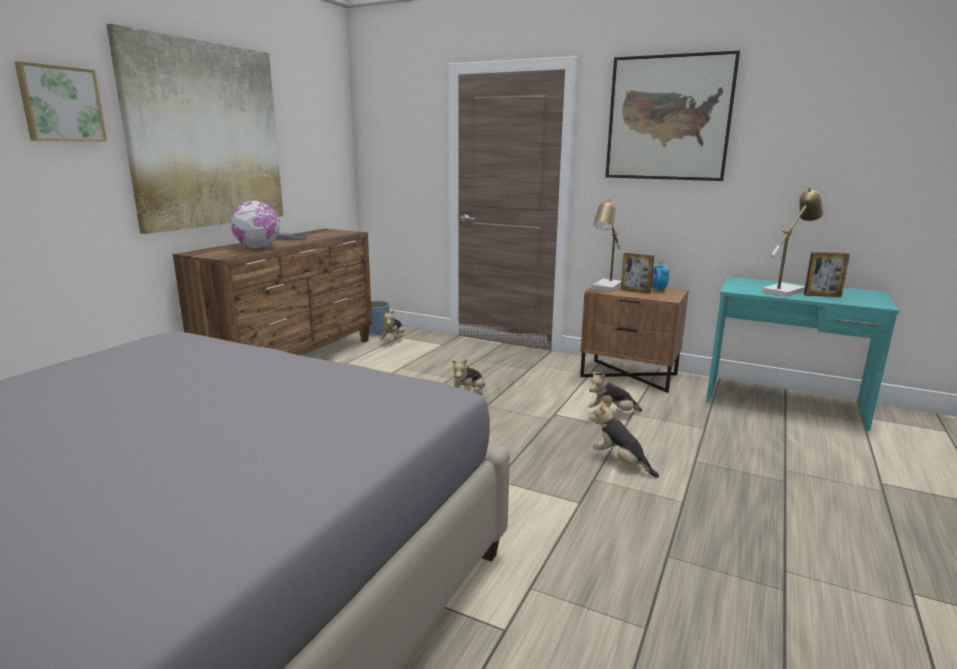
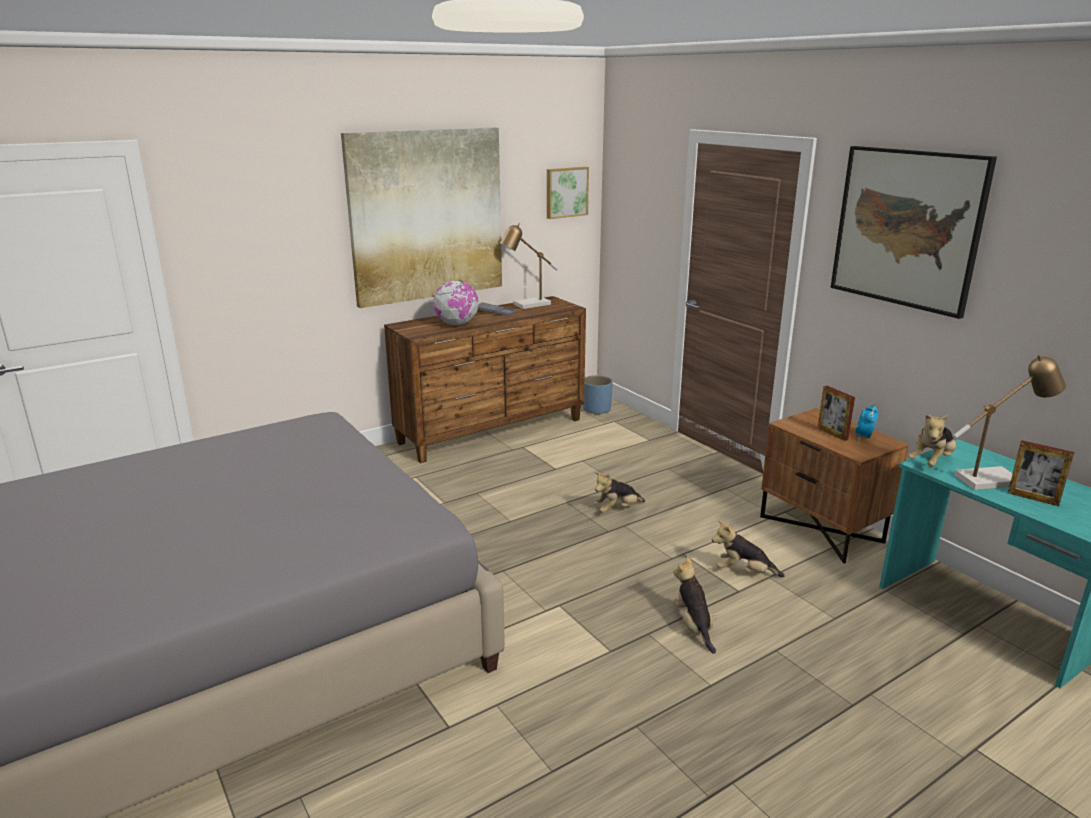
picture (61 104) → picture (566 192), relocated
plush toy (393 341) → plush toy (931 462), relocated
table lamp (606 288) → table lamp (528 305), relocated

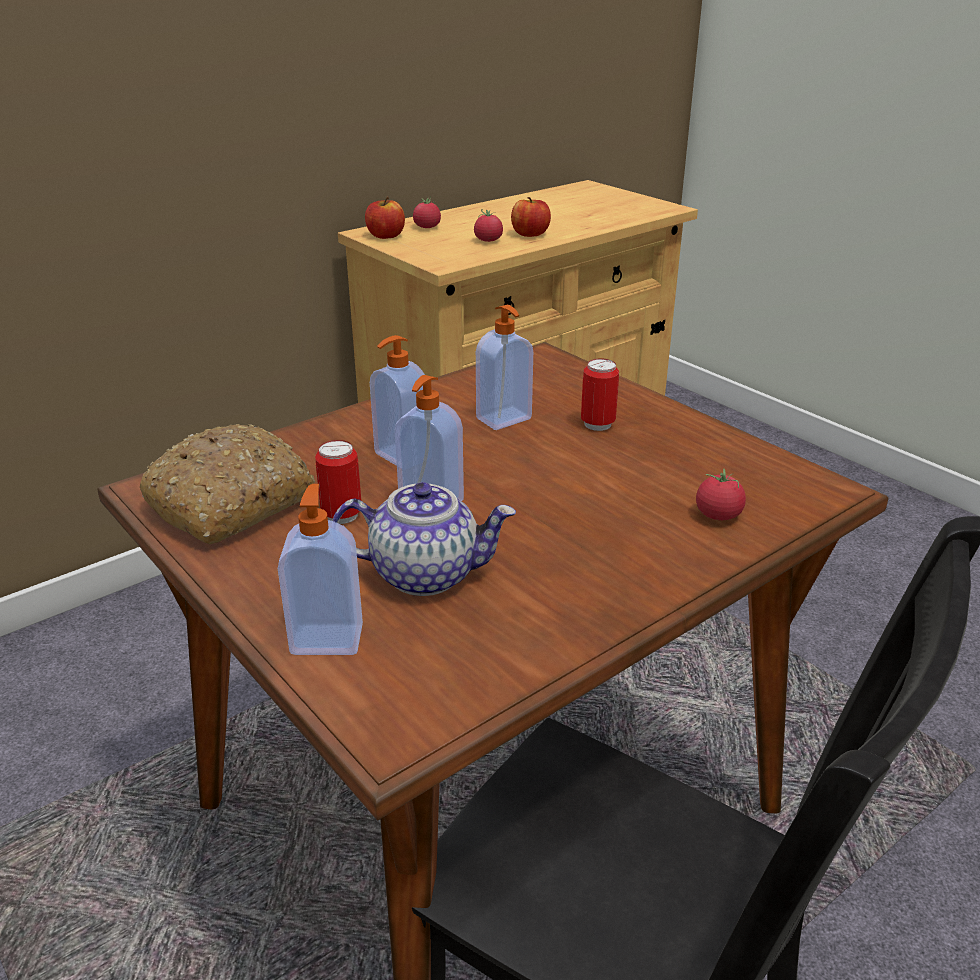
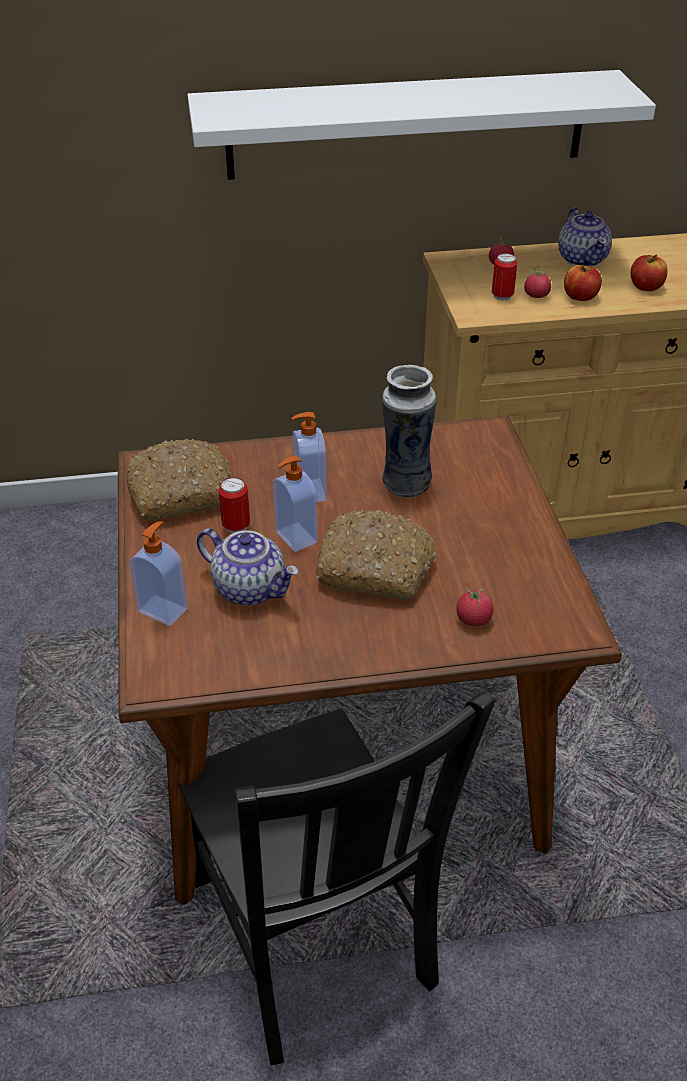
- → shelf/white (407 125)
- → bread (376 568)
- → teapot (582 259)
apple (385 236) → apple (645 287), relocated
can (597 424) → can (502 296), relocated
soap dispenser (505 419) → vase (405 483)

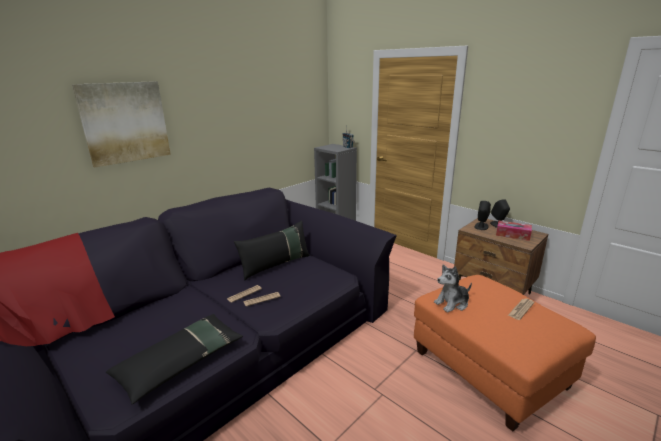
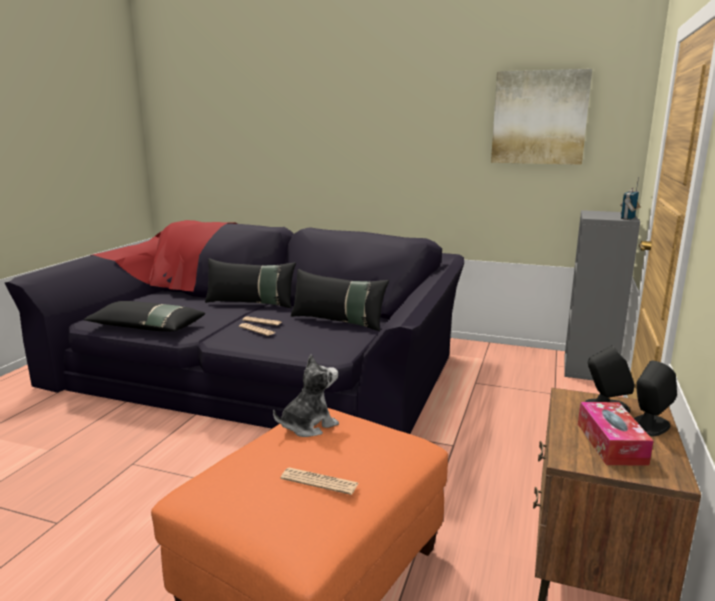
- → pillow/black (251 303)
picture (125 122) → picture (539 117), relocated
plush toy (452 303) → plush toy (308 426), 105 degrees clockwise

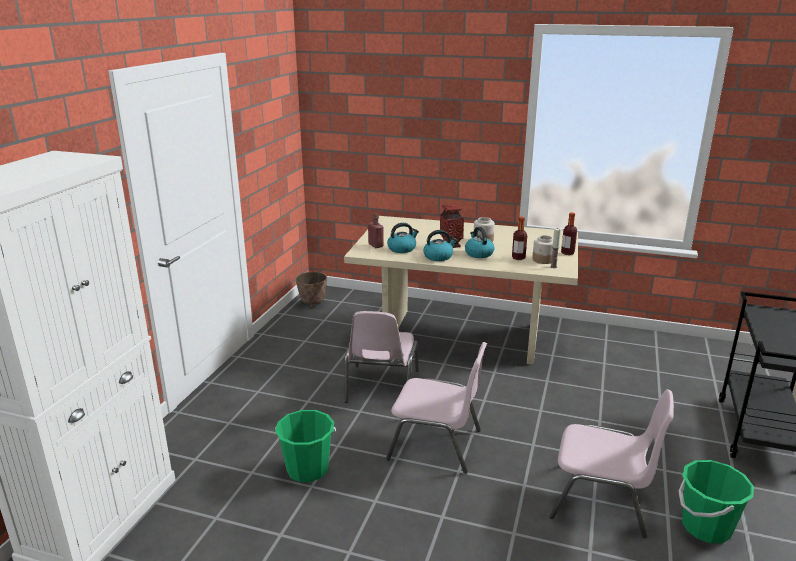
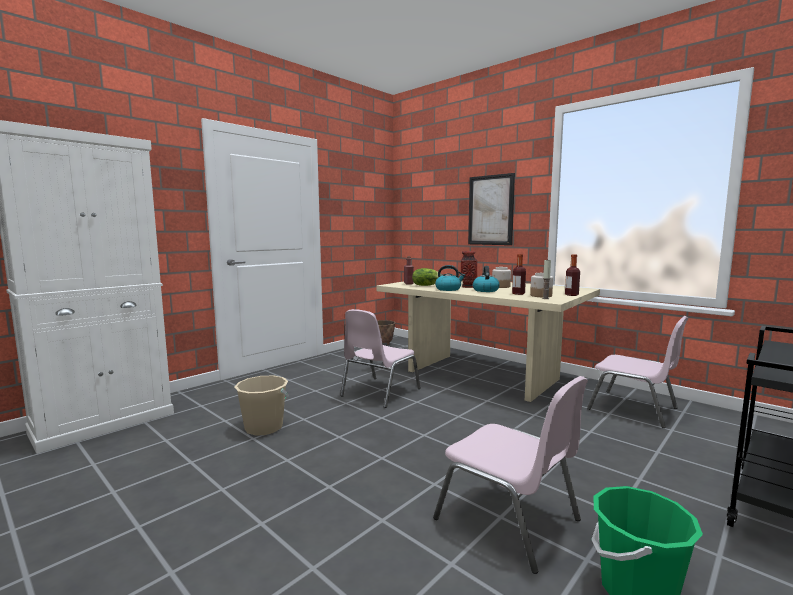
- → picture (490 210)
chair/pink (436 444) → chair/pink (634 409), relocated
kettle (402 249) → lettuce (426 285)
bucket/green (308 469) → bucket/beige (264 427)

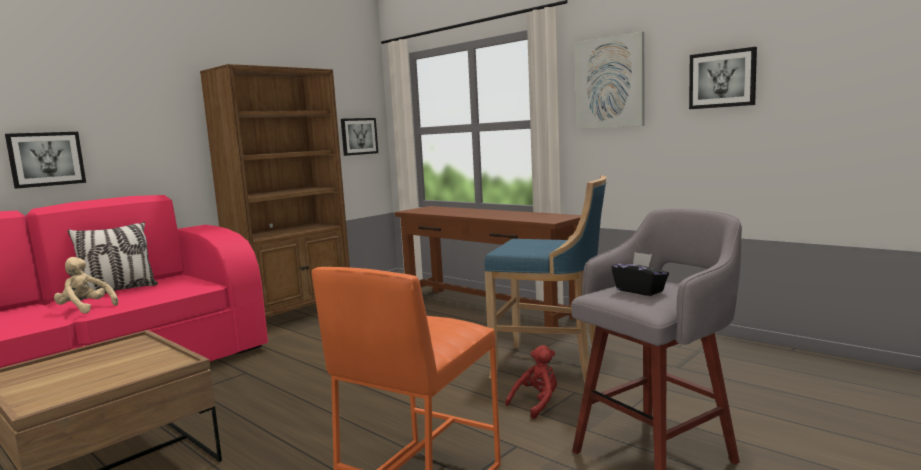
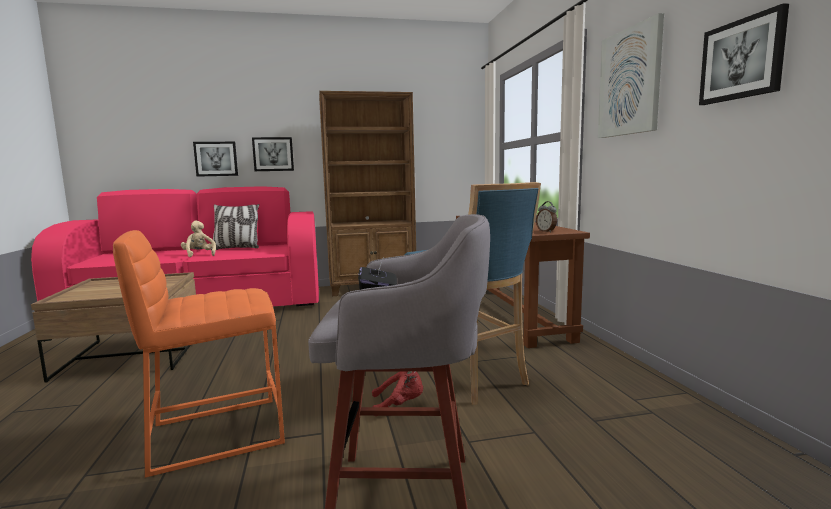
- → alarm clock (546 231)
picture (359 136) → picture (273 154), relocated

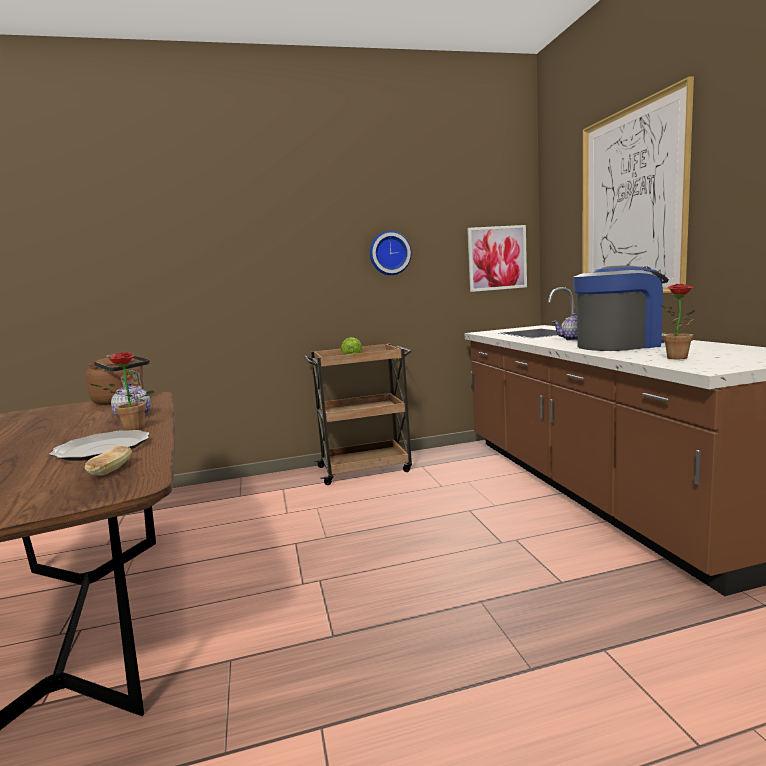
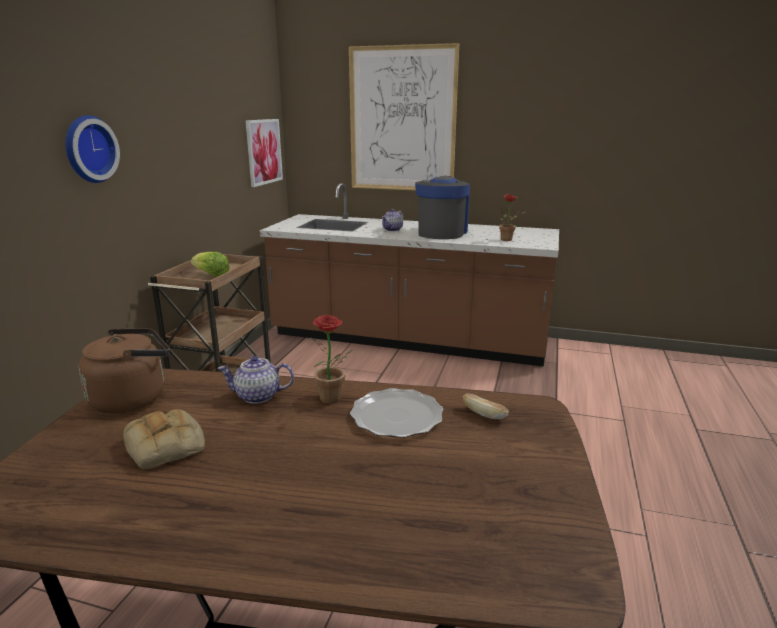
- → bread (166 446)
wall clock (389 253) → wall clock (88 149), relocated

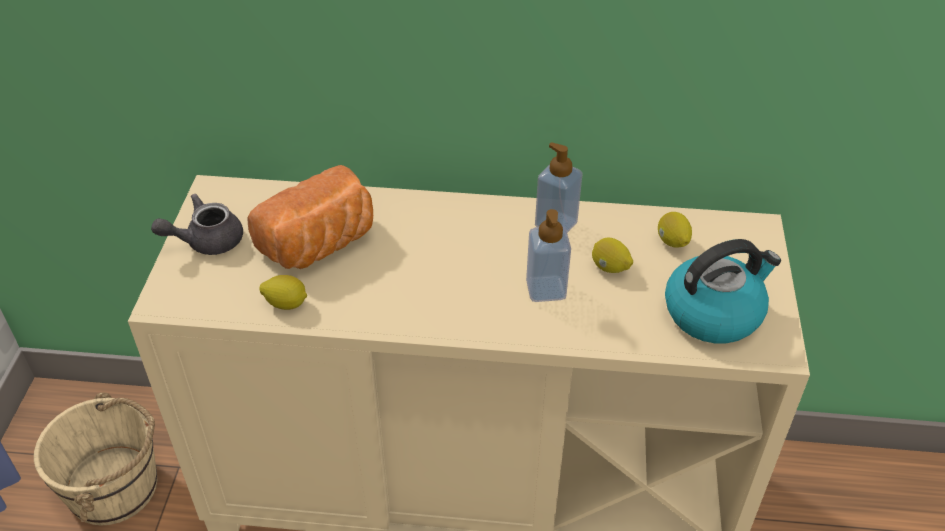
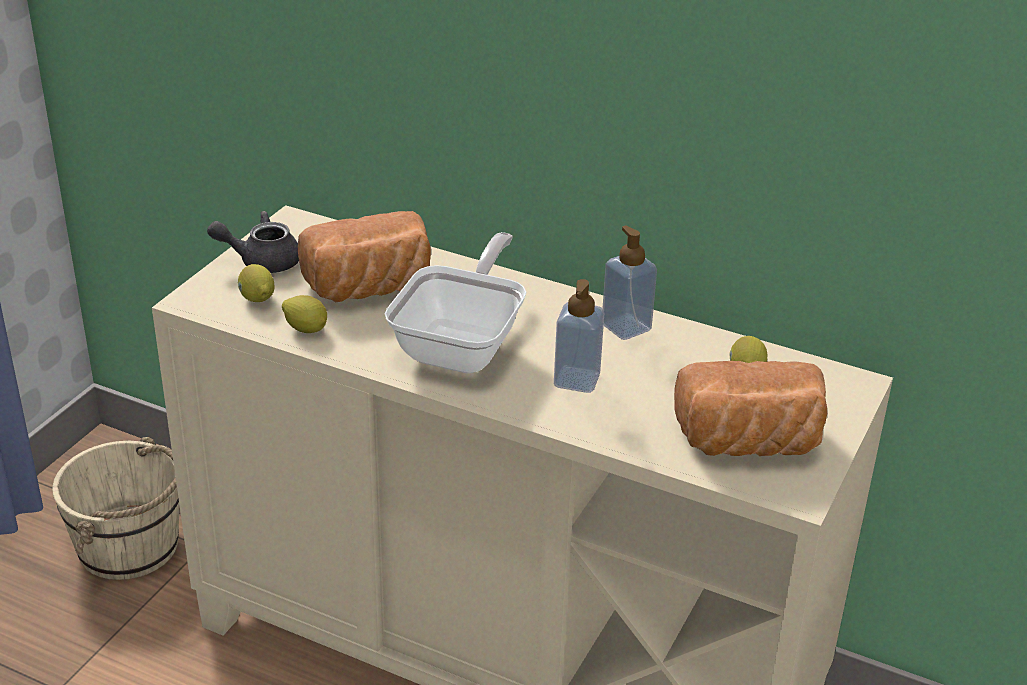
- → frying pan (463 345)
lemon (609 268) → lemon (257 299), relocated
kettle (714 312) → bread (748 444)

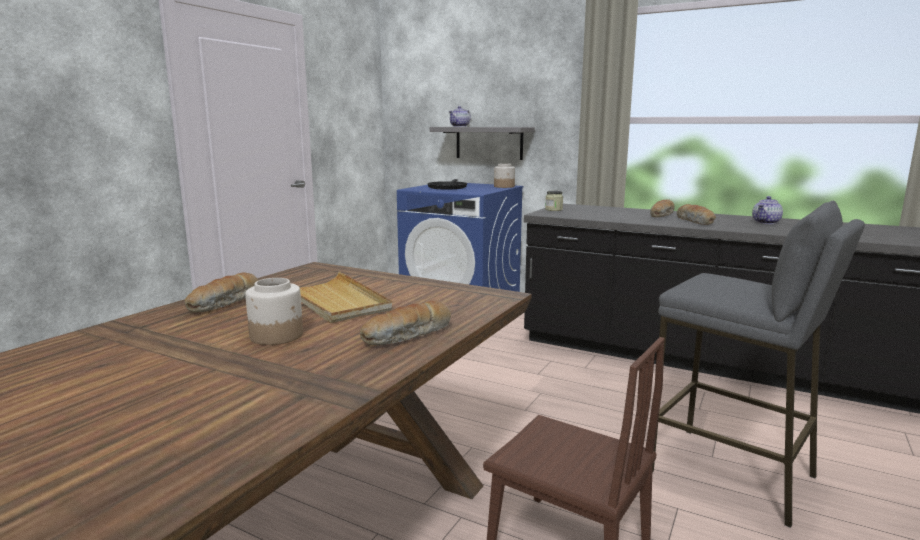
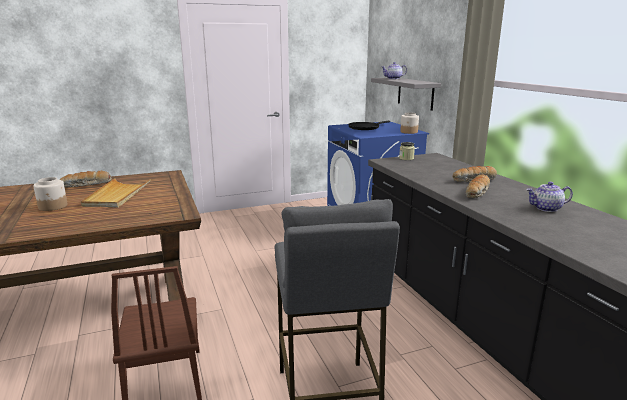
bread (409 336) → -

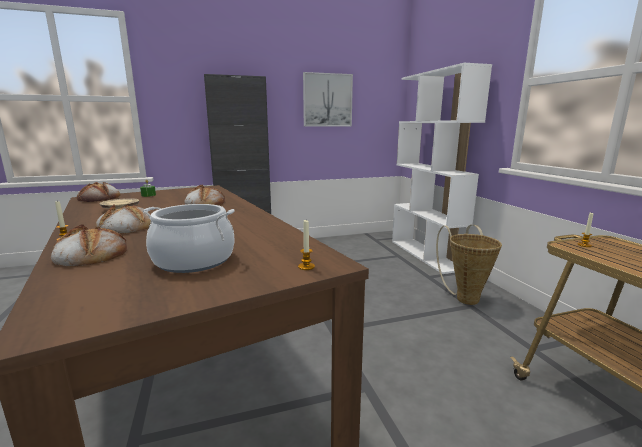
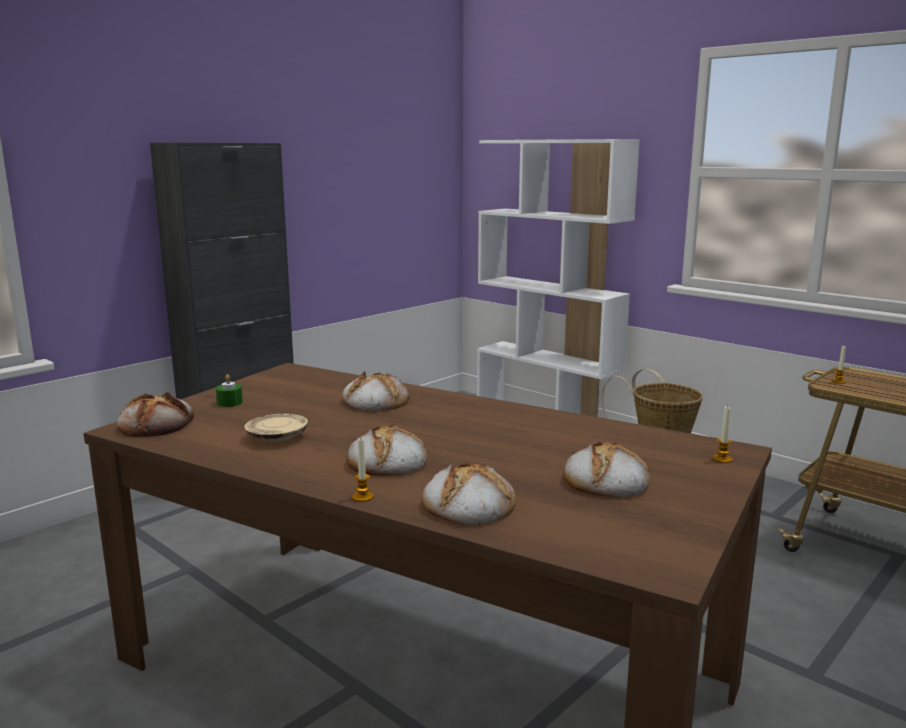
picture (327 100) → -
cooking pot (194 260) → bread (605 480)

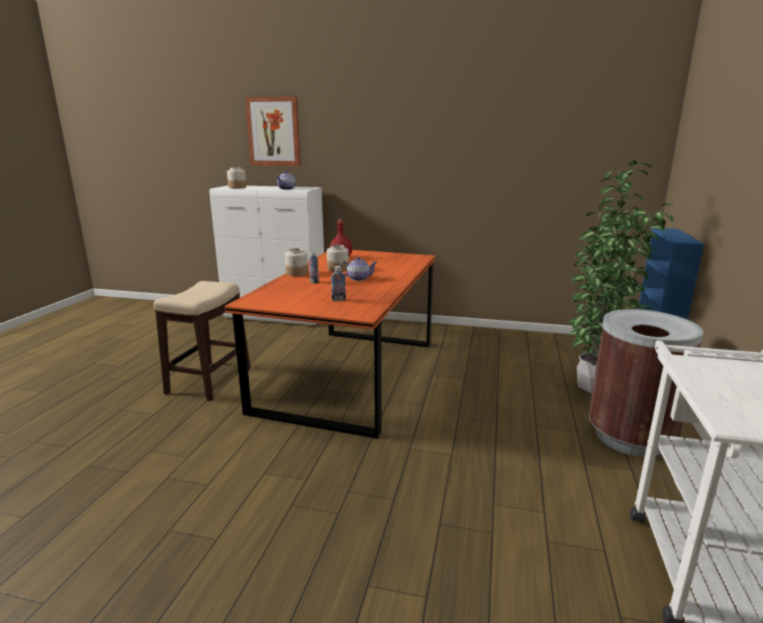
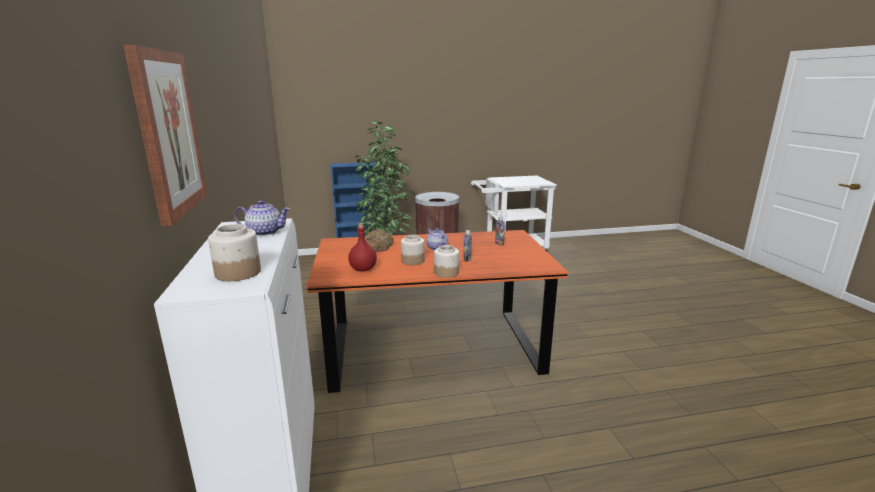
stool (210 380) → -
- → bread (376 246)

